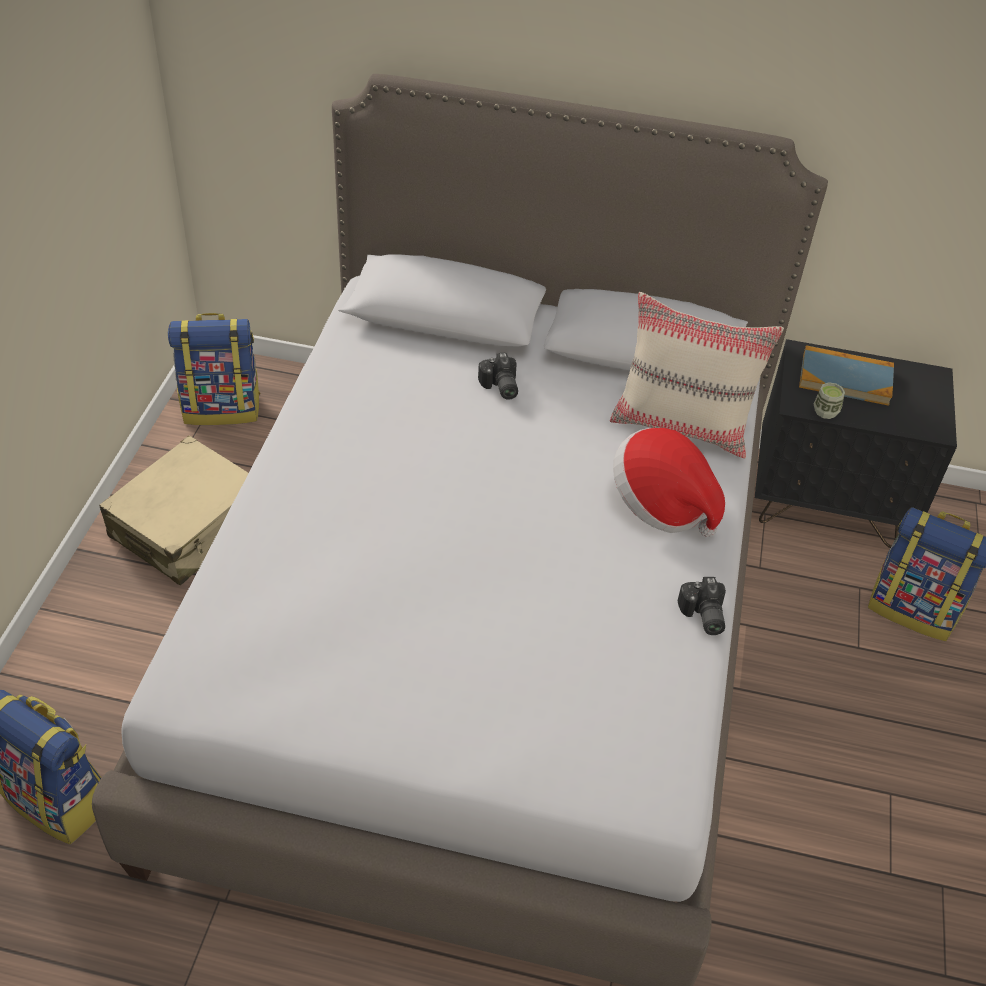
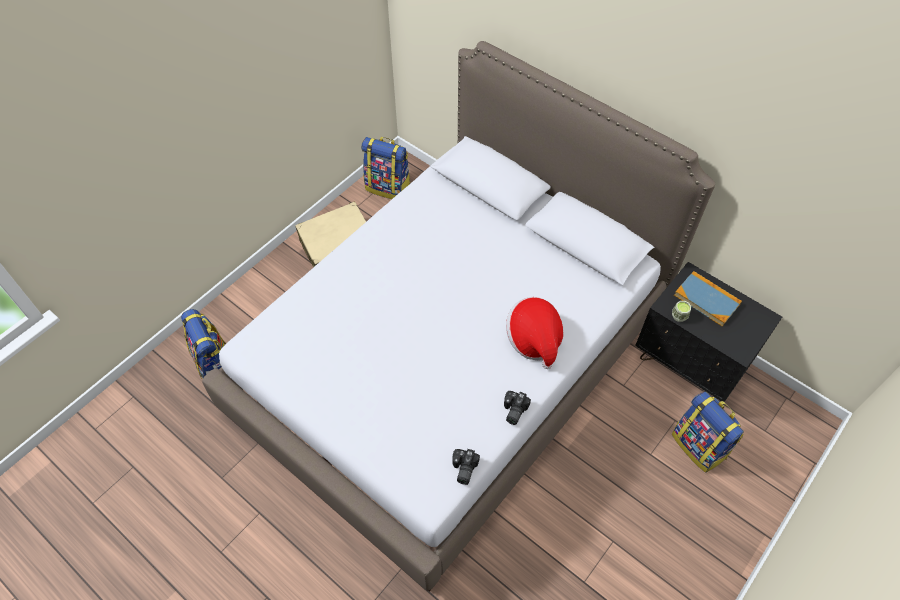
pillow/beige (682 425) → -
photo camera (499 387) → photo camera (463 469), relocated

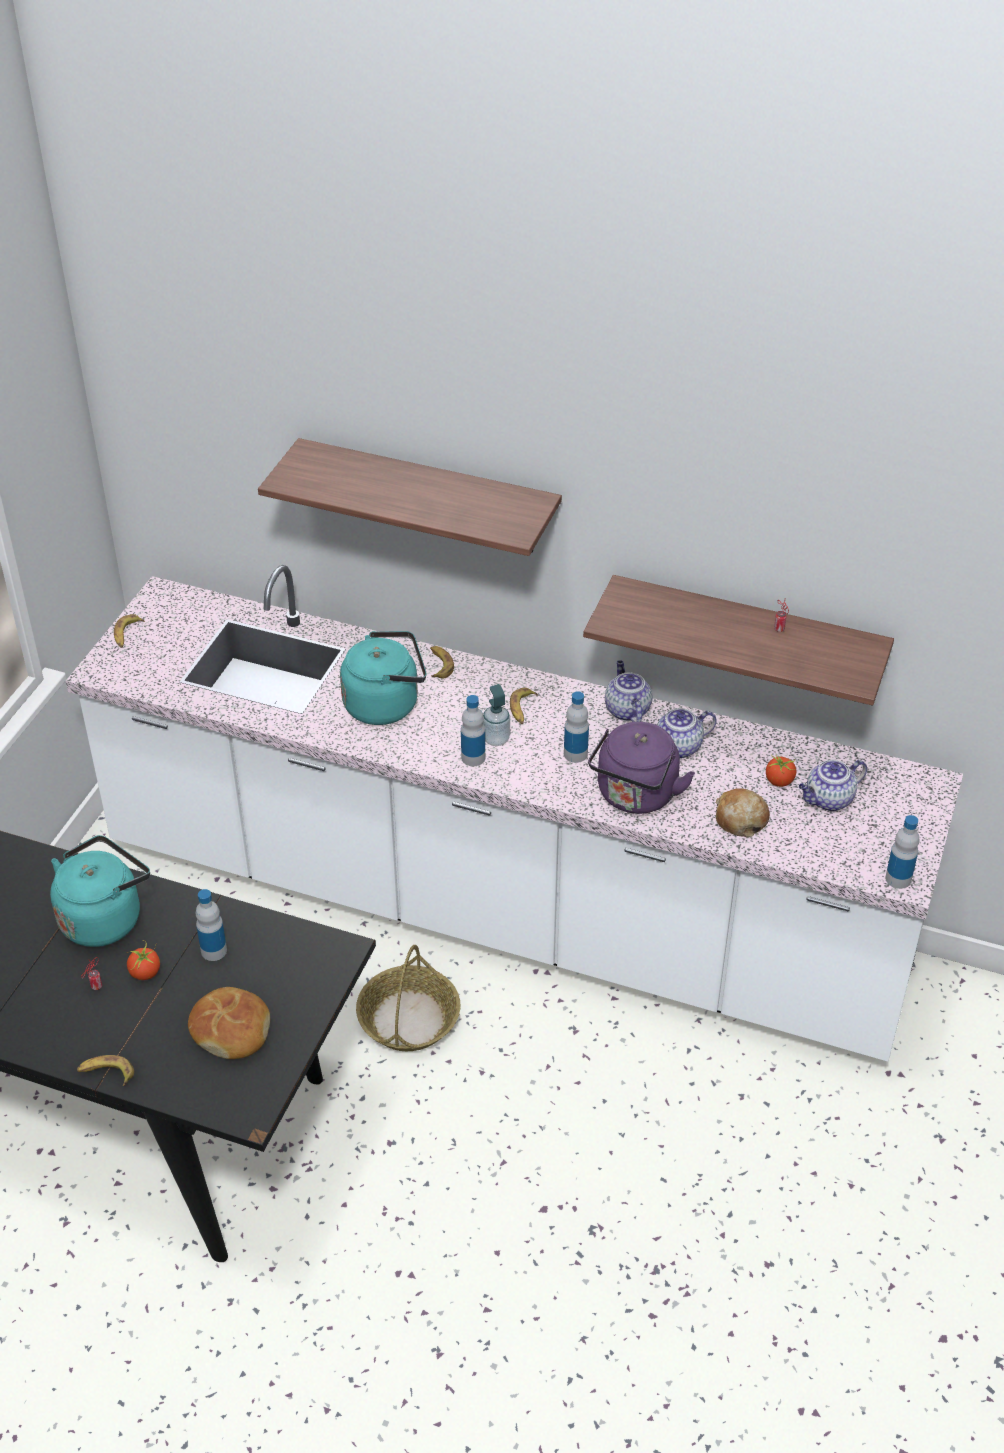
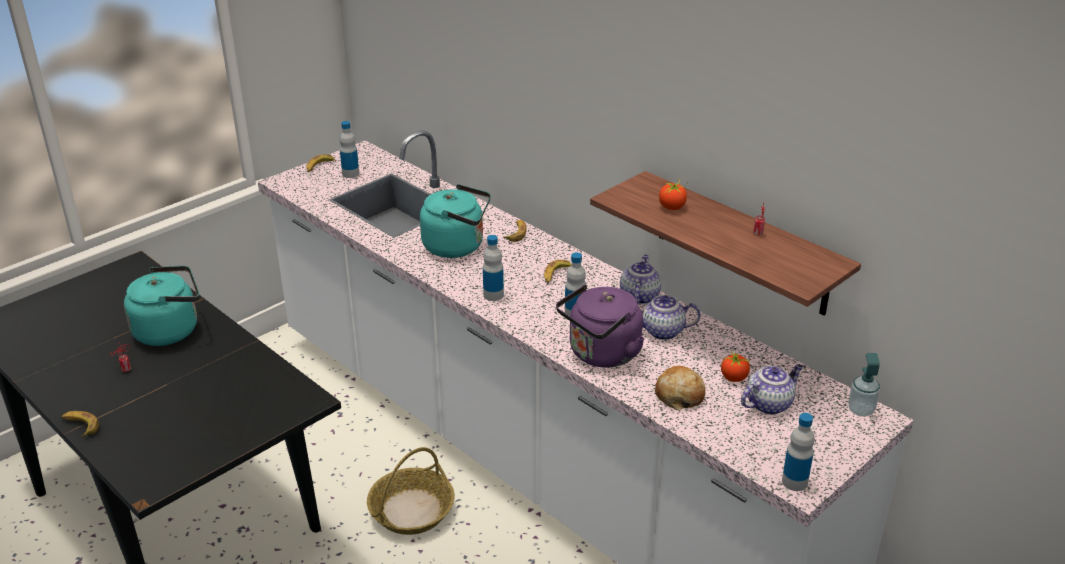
bread (231 1030) → -
shelf (428 497) → -
tomato (145 972) → tomato (672 207), relocated
bottle (214 950) → bottle (350 174), relocated
soap dispenser (496 739) → soap dispenser (860 410), relocated
teapot (828 800) → teapot (769 404), 150 degrees clockwise

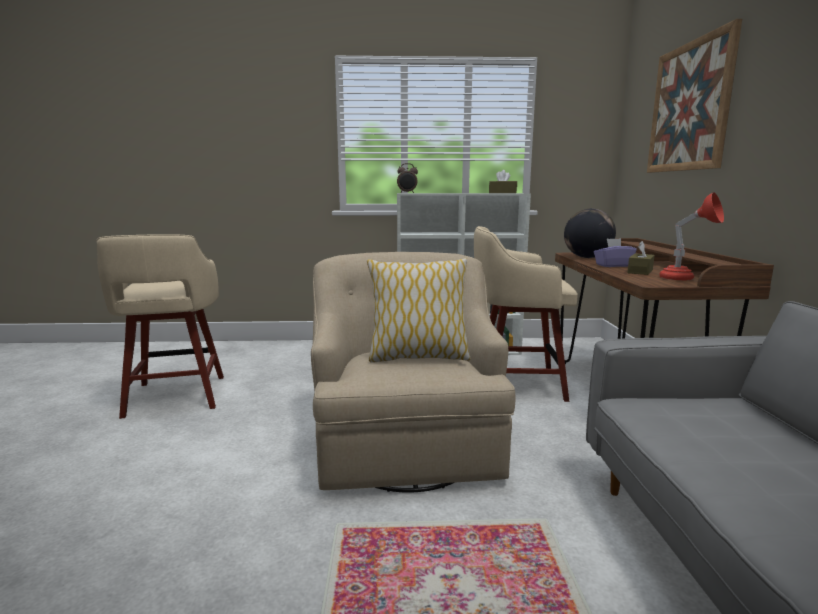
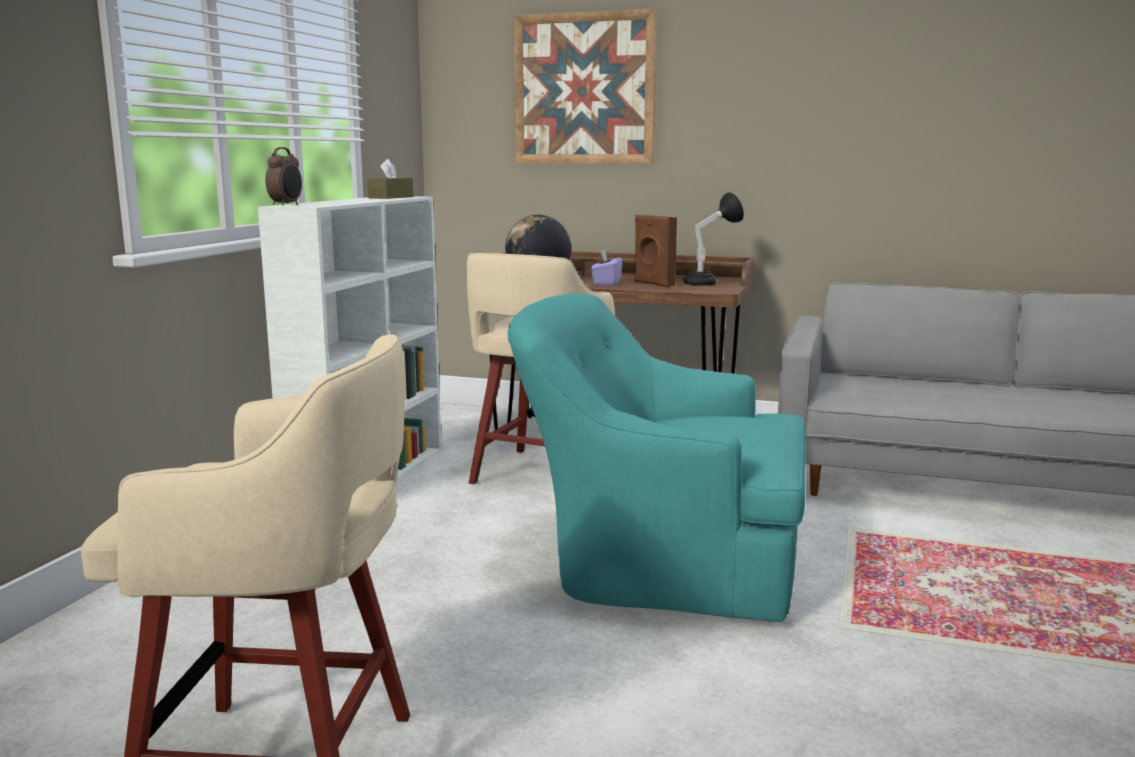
pillow (418 357) → -
tissue box/brown (640 271) → speaker/brown (653 284)
armchair/beige (406 440) → armchair/turquoise (657 562)
table lamp/red (685 279) → table lamp/black (709 283)

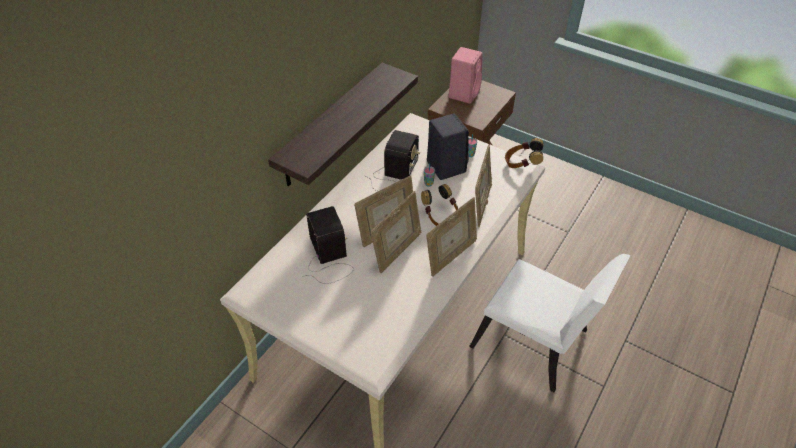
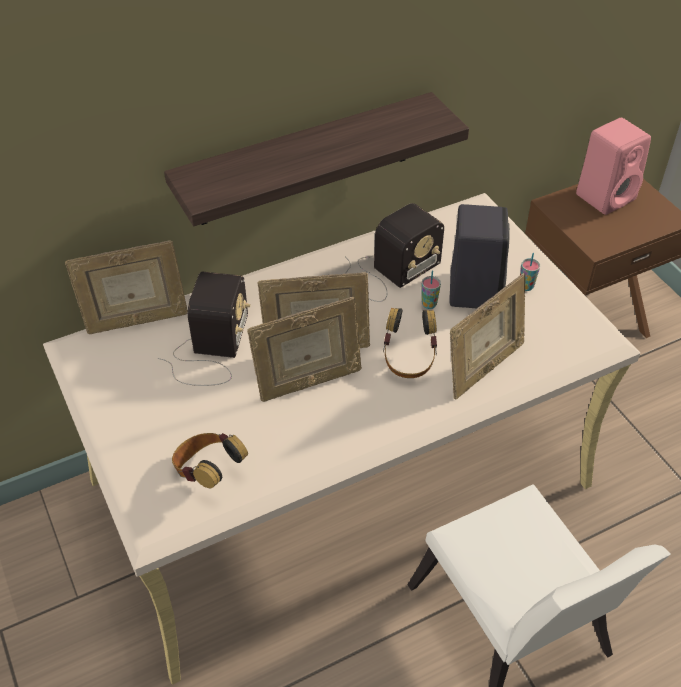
picture frame (451 257) → picture frame (136 321), relocated
headphones (521 164) → headphones (208 472), relocated

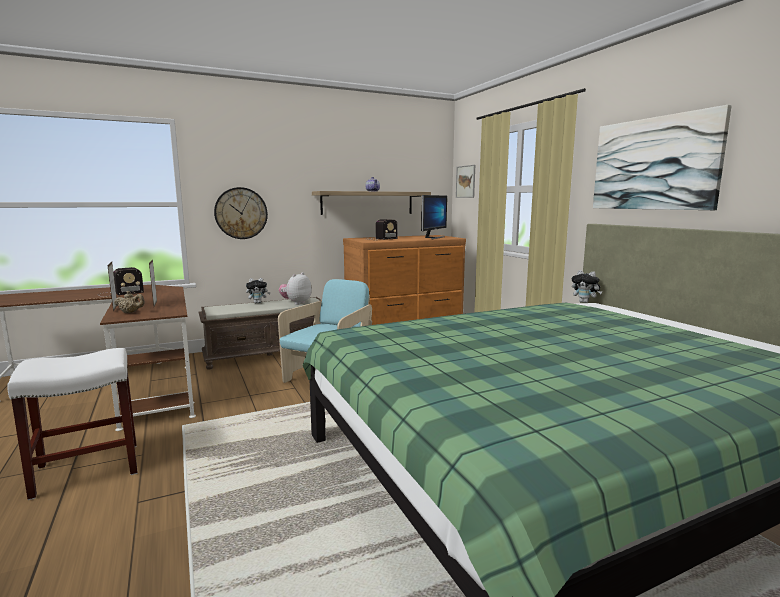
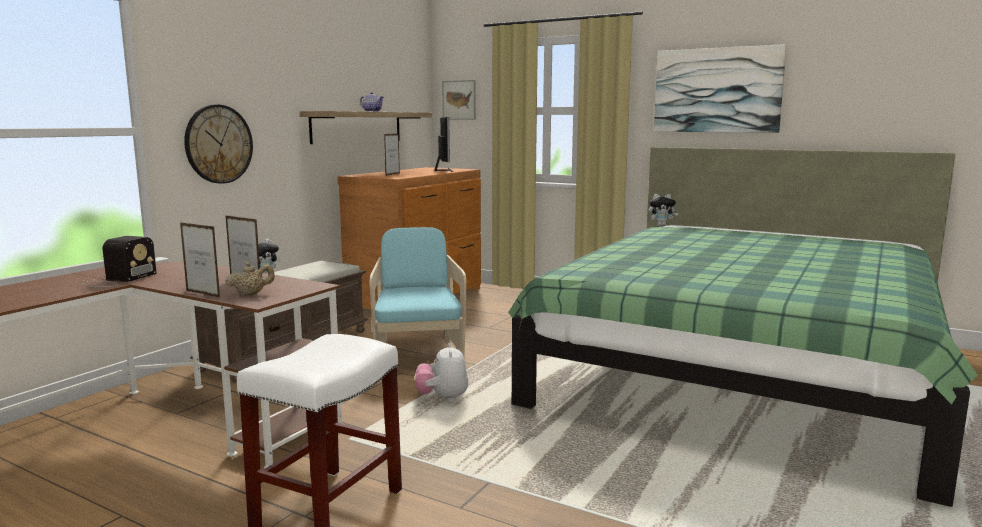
plush toy (296 303) → plush toy (442 398), relocated
radio (380 239) → picture frame (392 174)

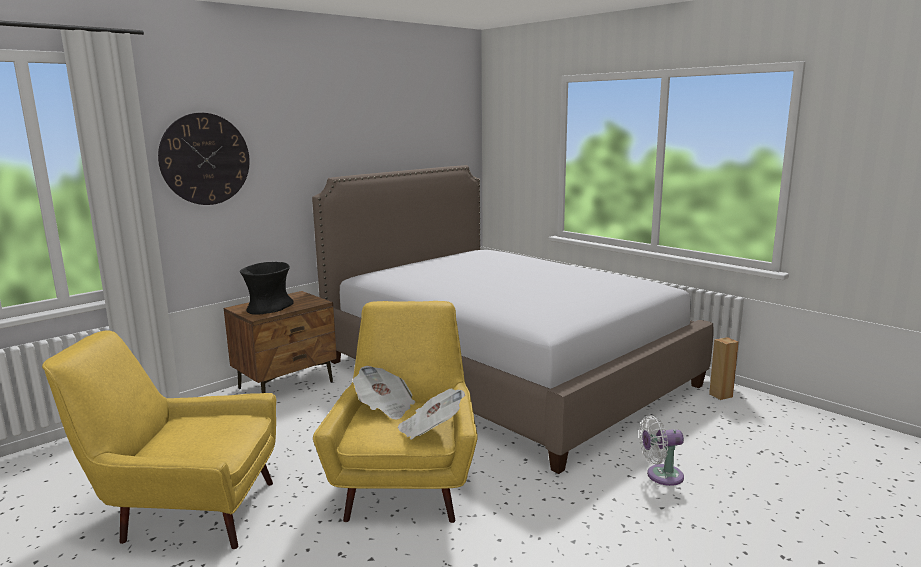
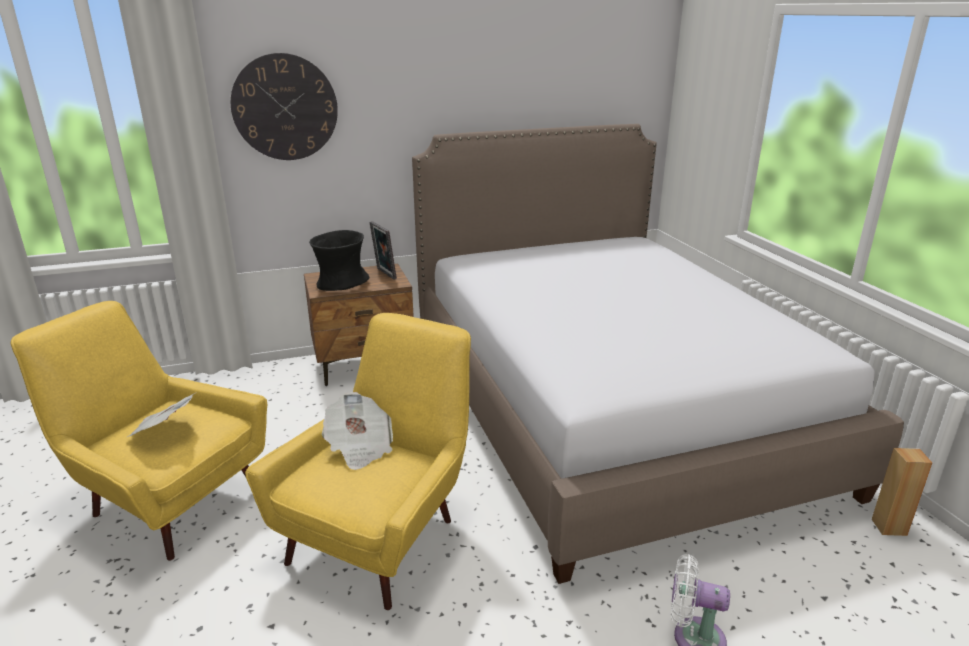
- → picture frame (384 274)
newspaper (430 429) → newspaper (165 430), relocated

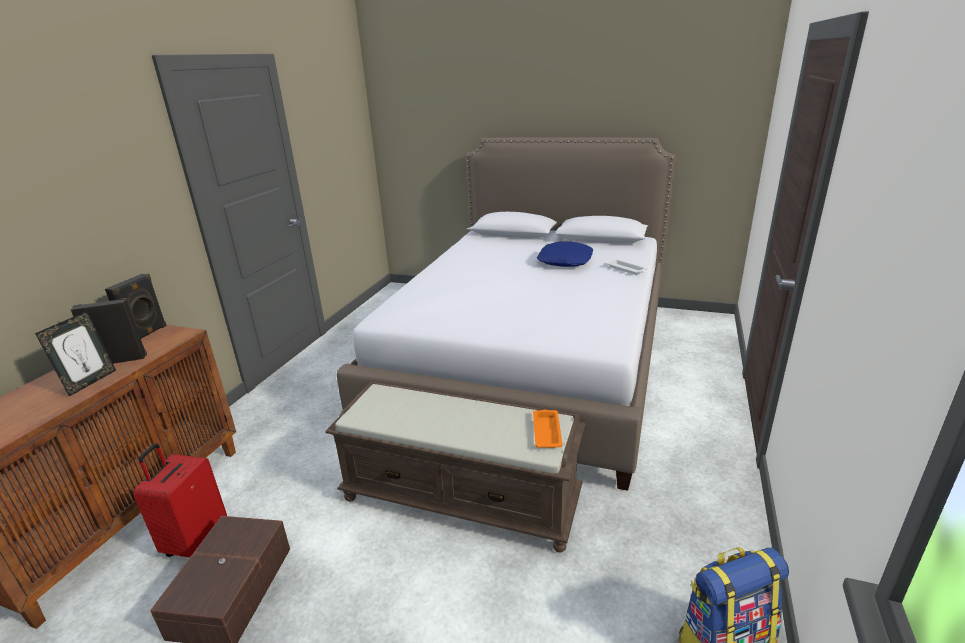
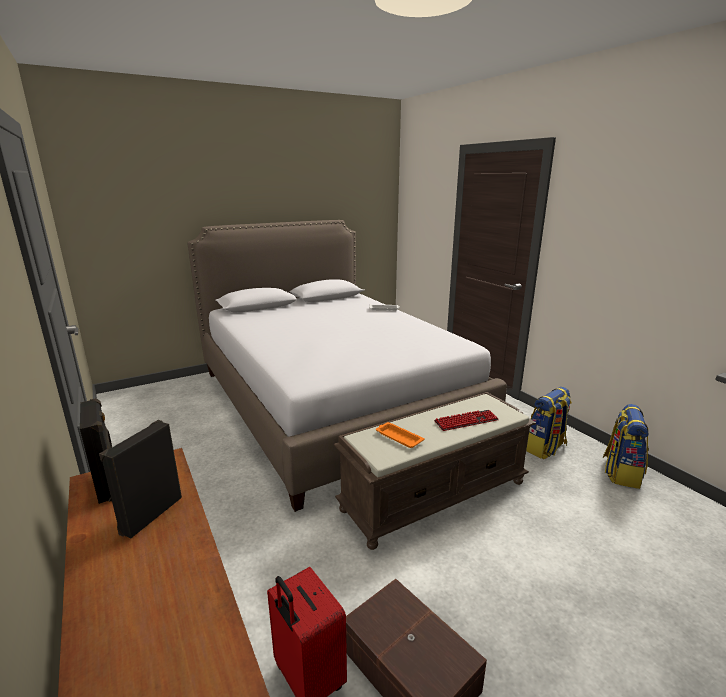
picture frame (90 382) → -
pillow/blue (565 261) → -
- → keyboard (466 421)
- → backpack (545 448)
tray/orange (546 431) → tray/orange (398 437), relocated

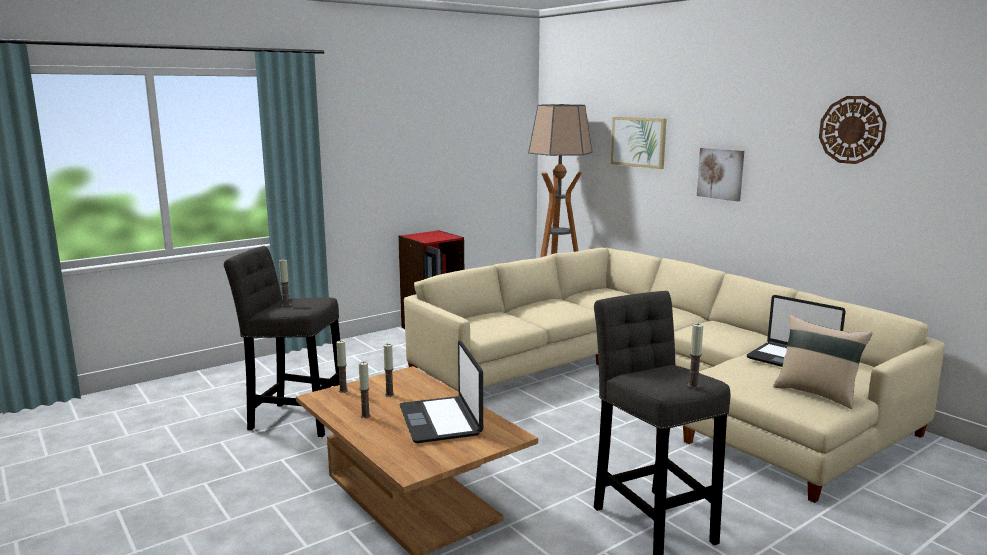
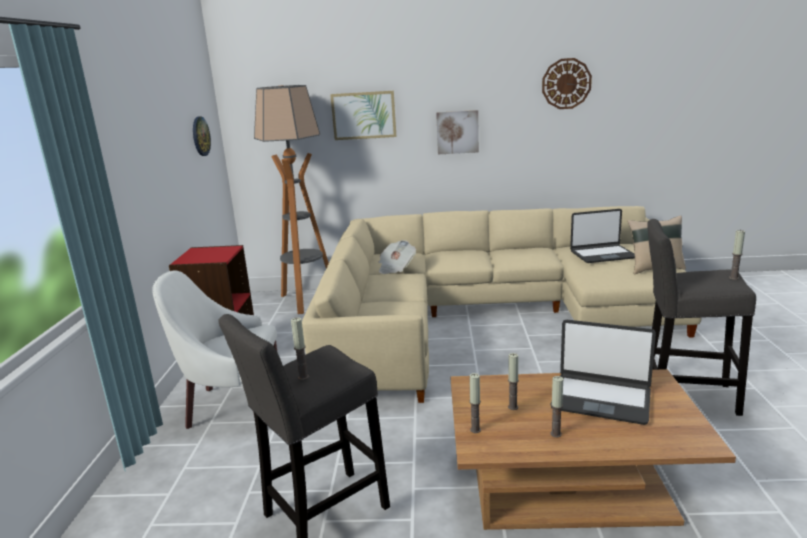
- → armchair/white (232 405)
- → wall clock (200 136)
- → newspaper (396 268)

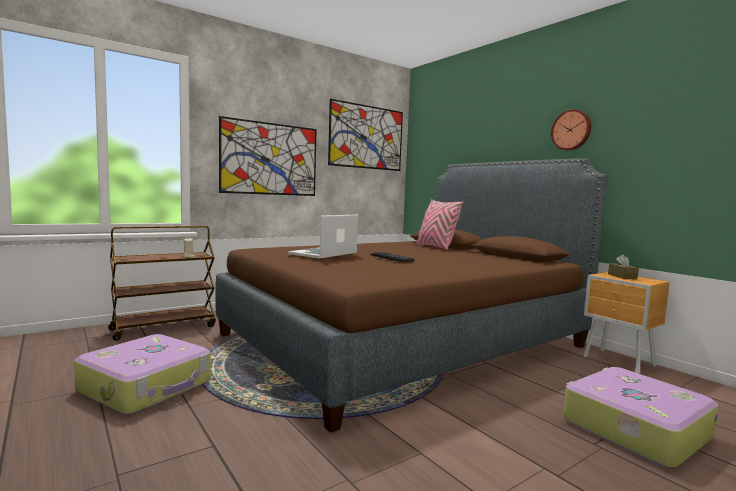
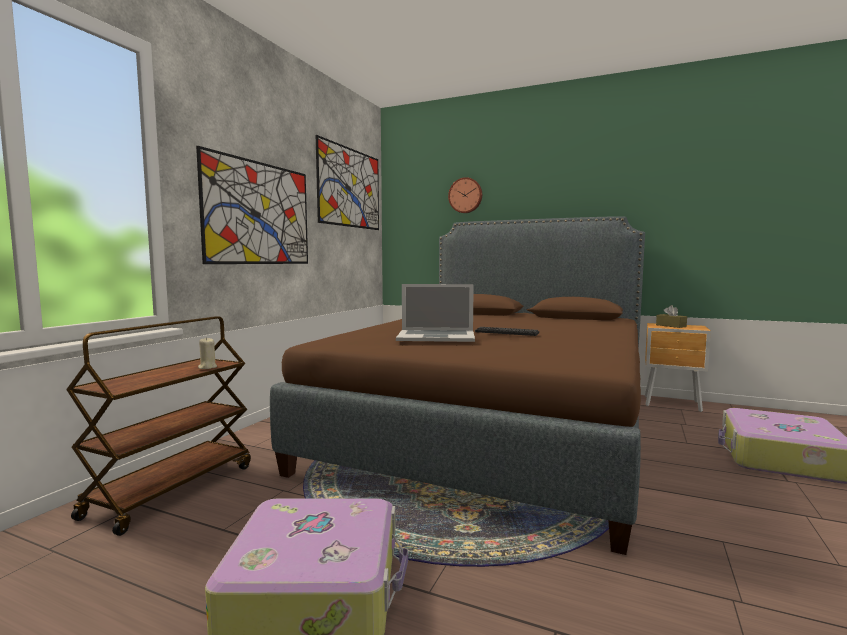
pillow/pink (436 247) → -
wall clock (571 130) → wall clock (465 195), relocated
laptop (323 253) → laptop (436 336), 90 degrees counterclockwise

